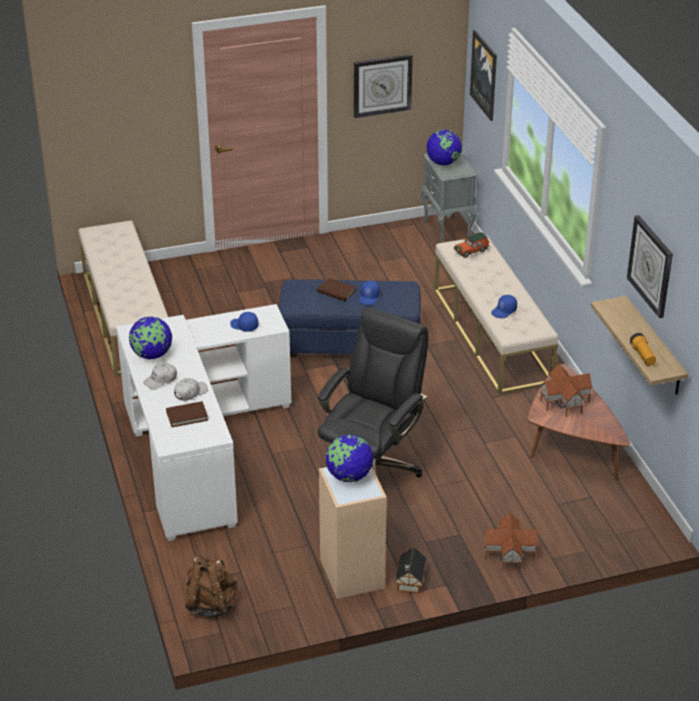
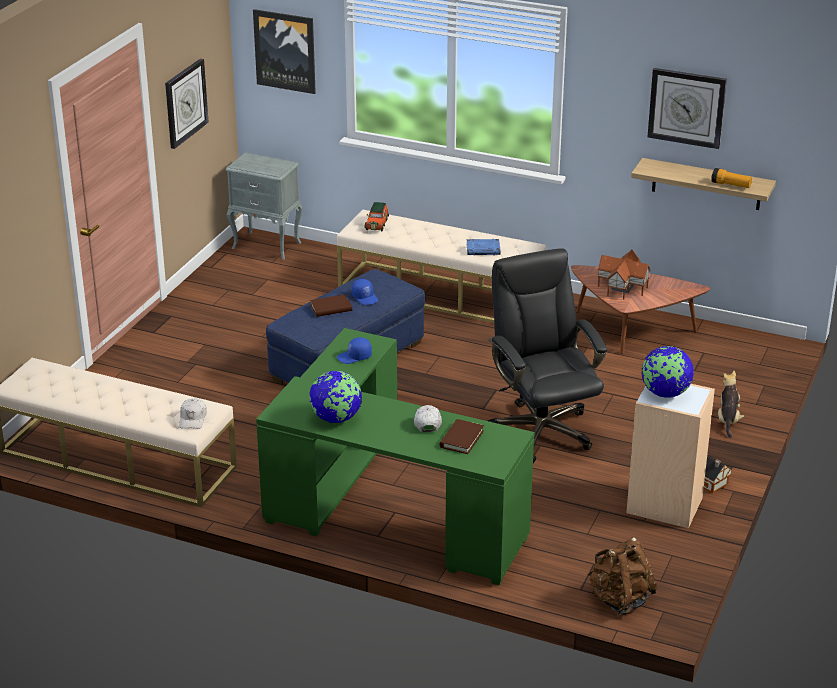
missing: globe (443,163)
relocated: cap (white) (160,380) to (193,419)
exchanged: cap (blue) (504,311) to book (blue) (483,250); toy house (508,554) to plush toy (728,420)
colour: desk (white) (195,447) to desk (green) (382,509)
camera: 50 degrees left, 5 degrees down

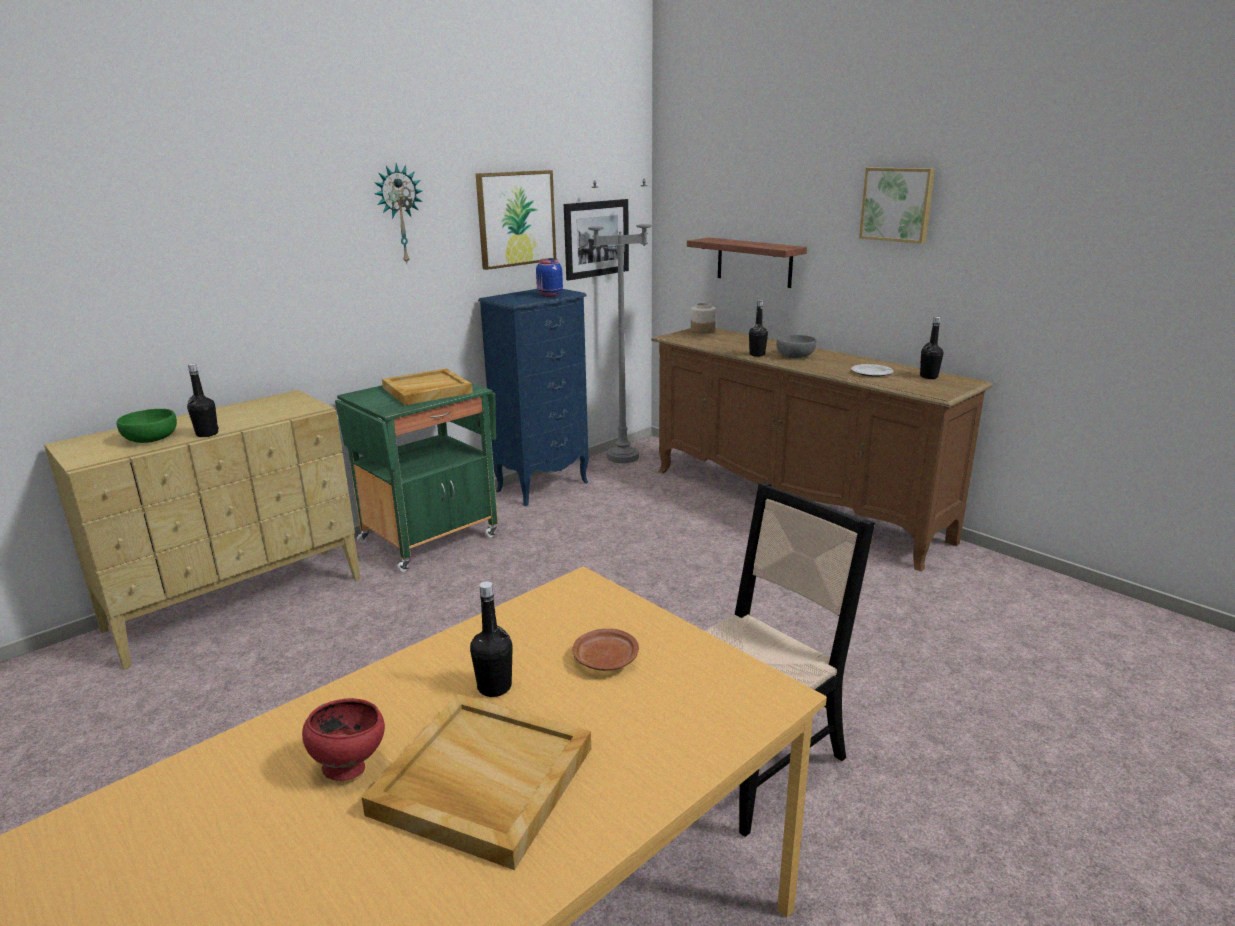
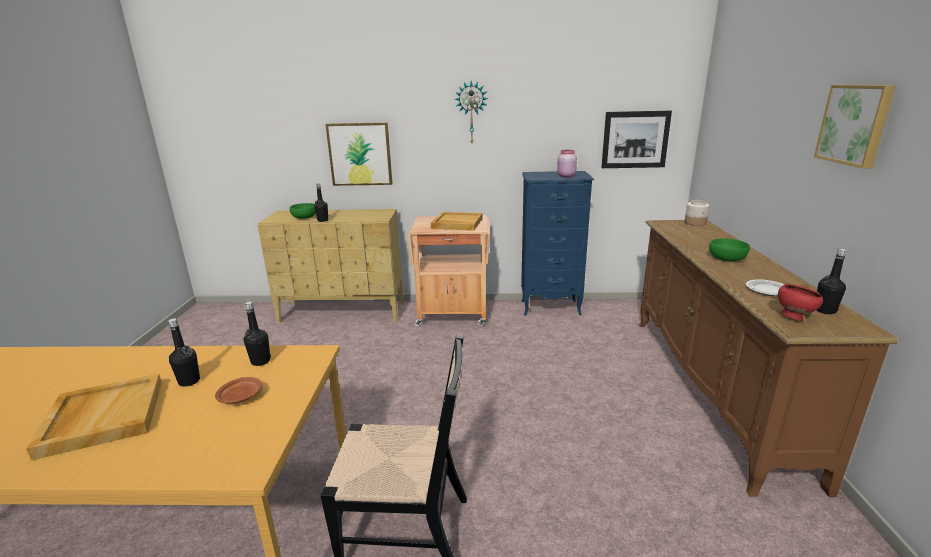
missing: floor lamp (grey) (623,457); shelf (754,262)
relocated: bottle (black) (757,355) to (260,361); picture (516,219) to (360,154); bowl (red) (349,767) to (793,317)
colour: cart (green) (431,538) to cart (brown) (453,314); jar (blue) (549,295) to jar (pink) (565,176); bowl (grey) (796,356) to bowl (green) (727,259)
camera: 45 degrees right, 0 degrees up

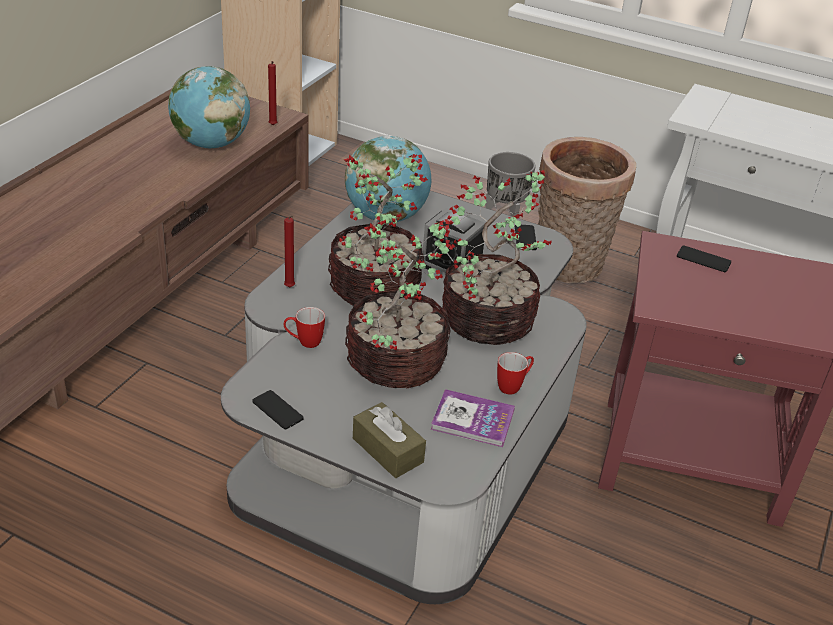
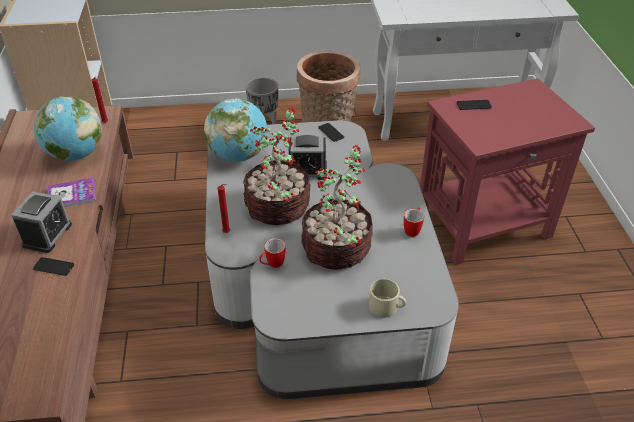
missing: potted plant (489,319)
appeared: alarm clock (47,235)
relocated: phone (277,410) to (54,267); book (472,420) to (72,195)
exchanged: tissue box (brown) (387,450) to mug (beige) (387,307)
camera: 30 degrees left, 5 degrees up

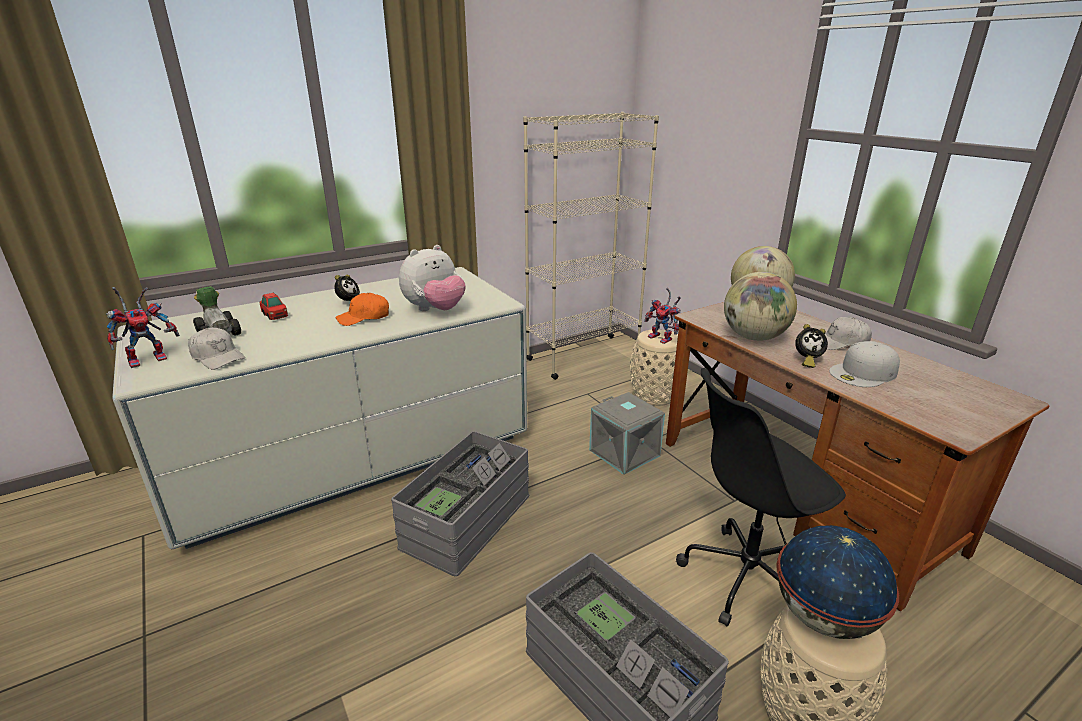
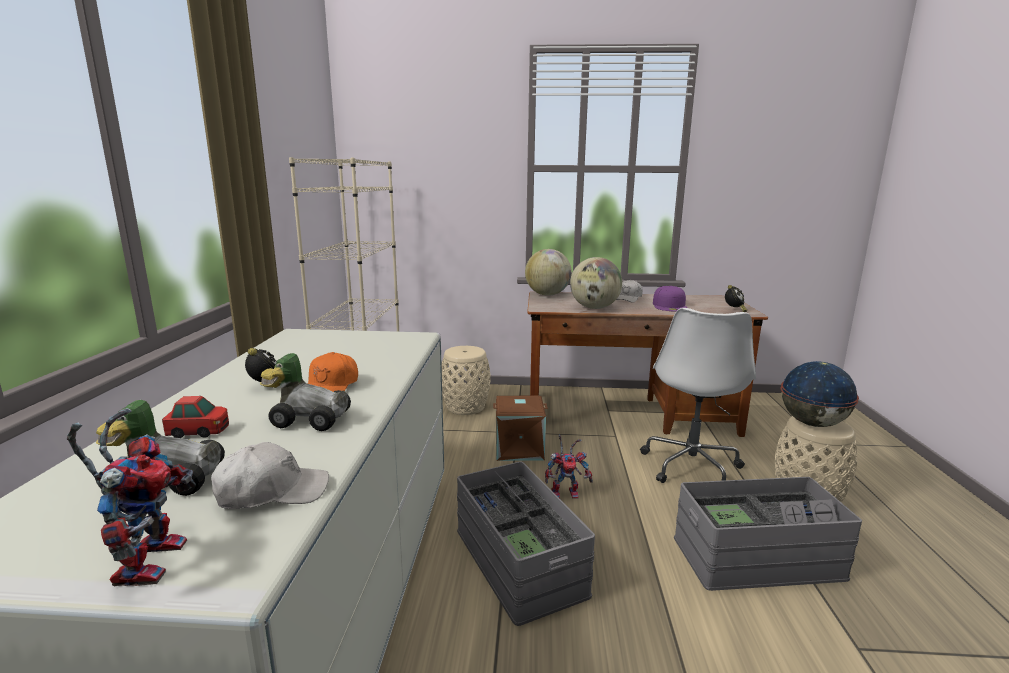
missing: plush toy (435,310)
appeared: toy car (309,418)
relocated: toy robot (662,339) to (566,493); alarm clock (806,361) to (734,310)
colour: storage box (grey) (625,453) to storage box (brown) (519,448); office chair (black) (742,580) to office chair (white) (691,468); cap (white) (863,373) to cap (purple) (670,306)
camera: 55 degrees left, 10 degrees down

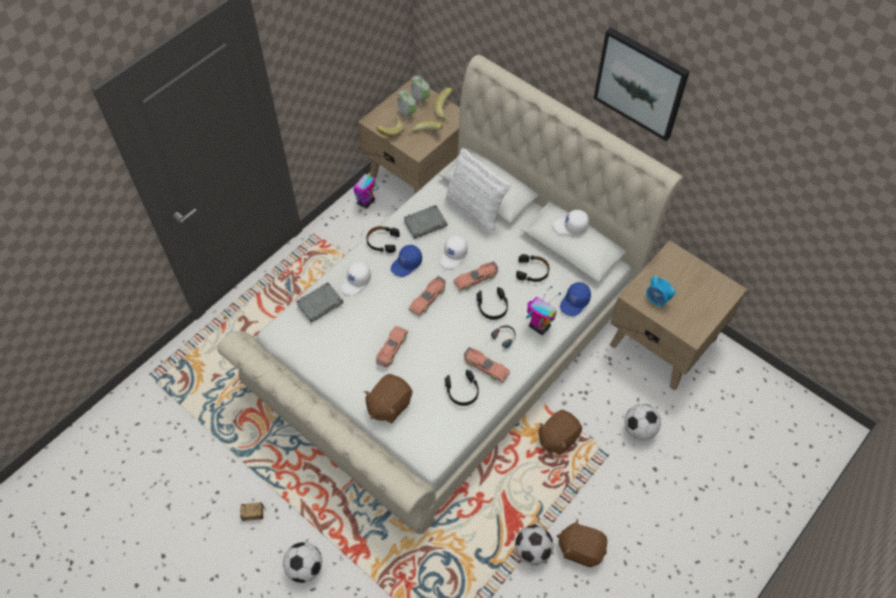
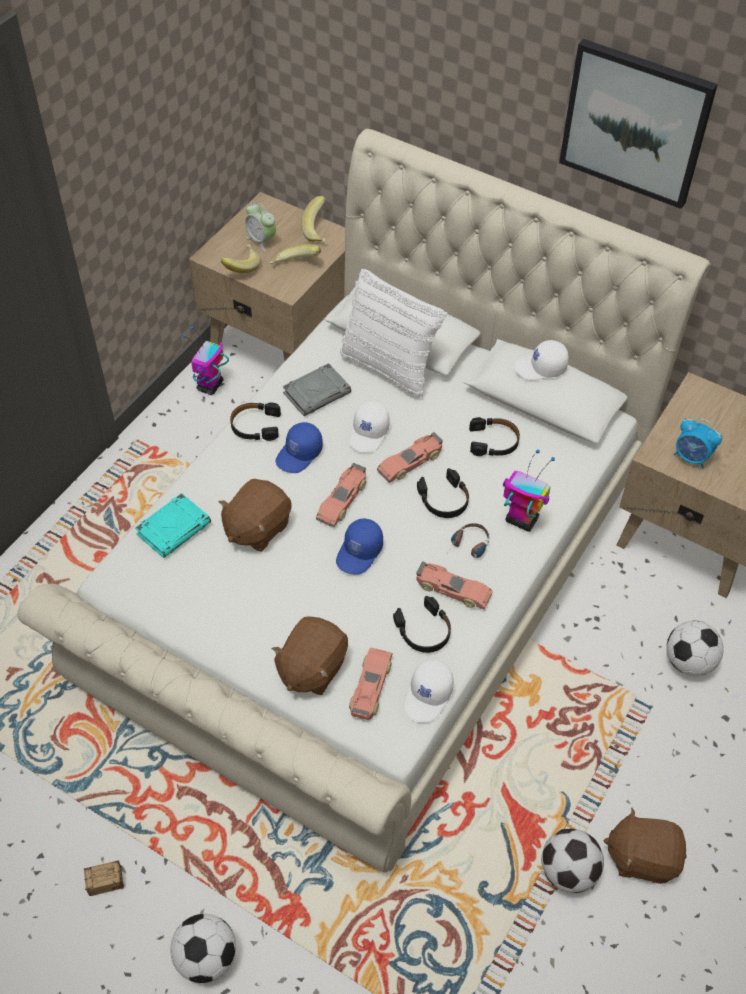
missing: alarm clock (420,99)
relocated: plush toy (brown) (557,438) to (256,528); cap (blue) (575,302) to (360,553); toy car (391,349) to (370,687); cap (white) (356,282) to (428,696)
colour: book (grey) (320,304) to book (turquoise) (174,528)
camera: 10 degrees left, 5 degrees down

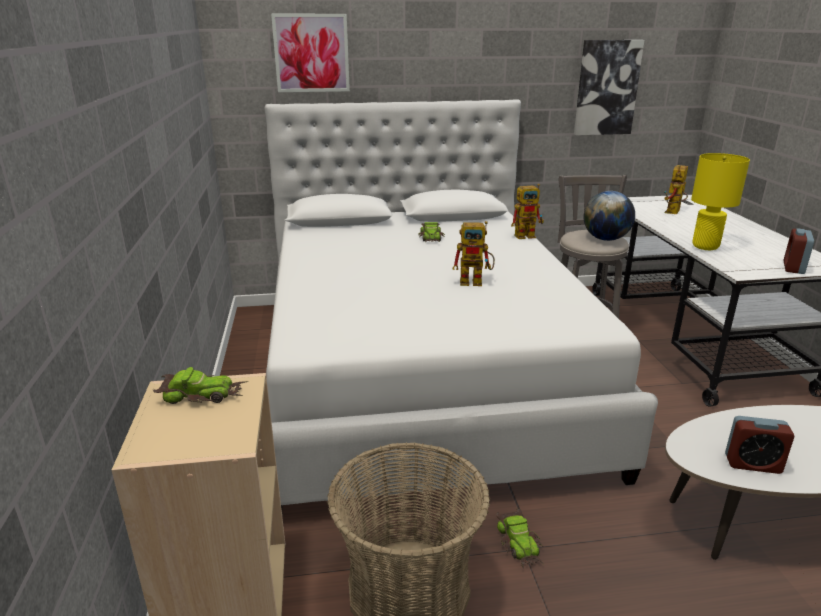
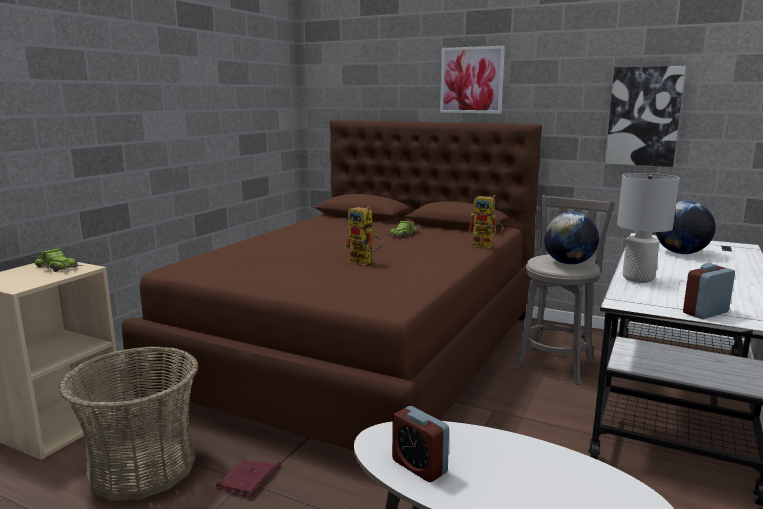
relocated: picture (311,53) to (471,80)
exchanged: toy car (519,543) to book (red) (250,477); toy robot (673,213) to globe (681,253)
colour: bed (white) (421,374) to bed (brown) (361,352); table lamp (yellow) (705,248) to table lamp (grey) (638,280)
camera: 35 degrees right, 10 degrees down

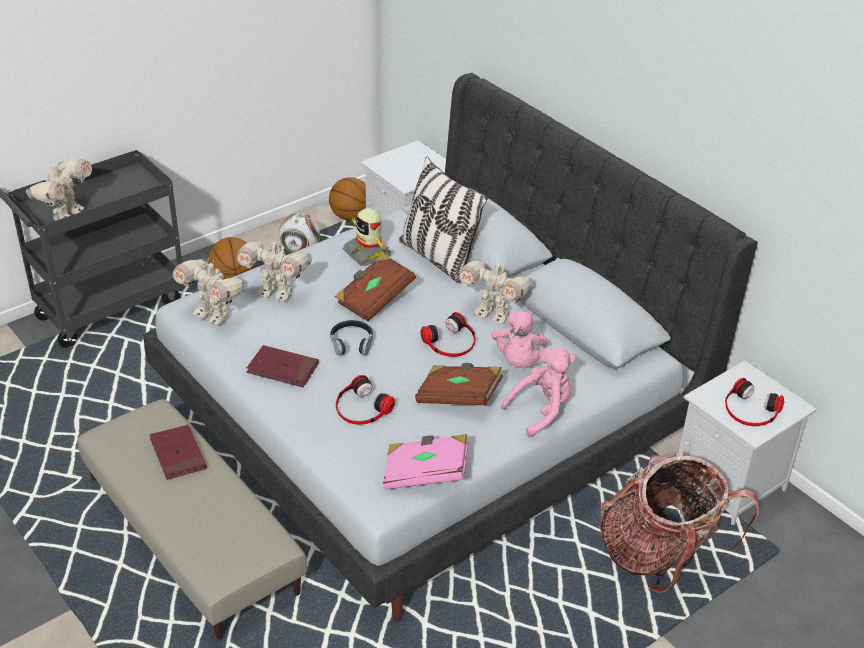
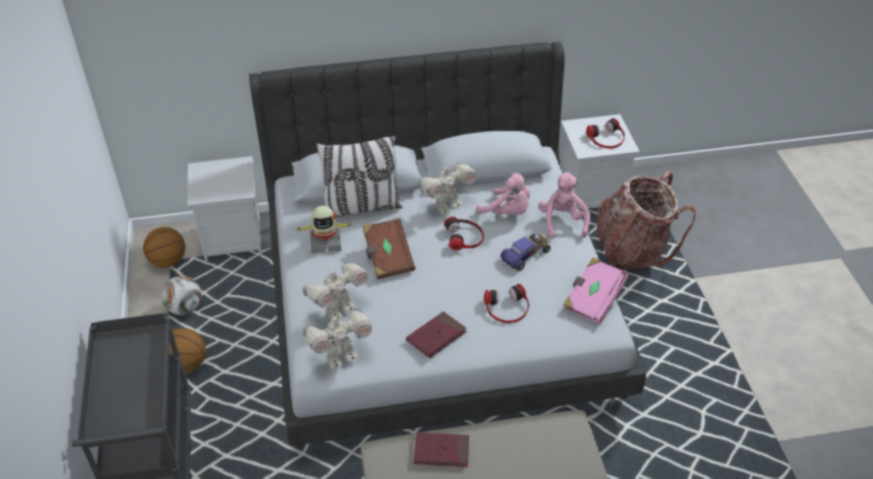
missing: toy robot (66,215); headphones (black) (351,343)
exchanged: book (brown) (458,397) to toy car (525,255)
camera: 60 degrees left, 5 degrees up

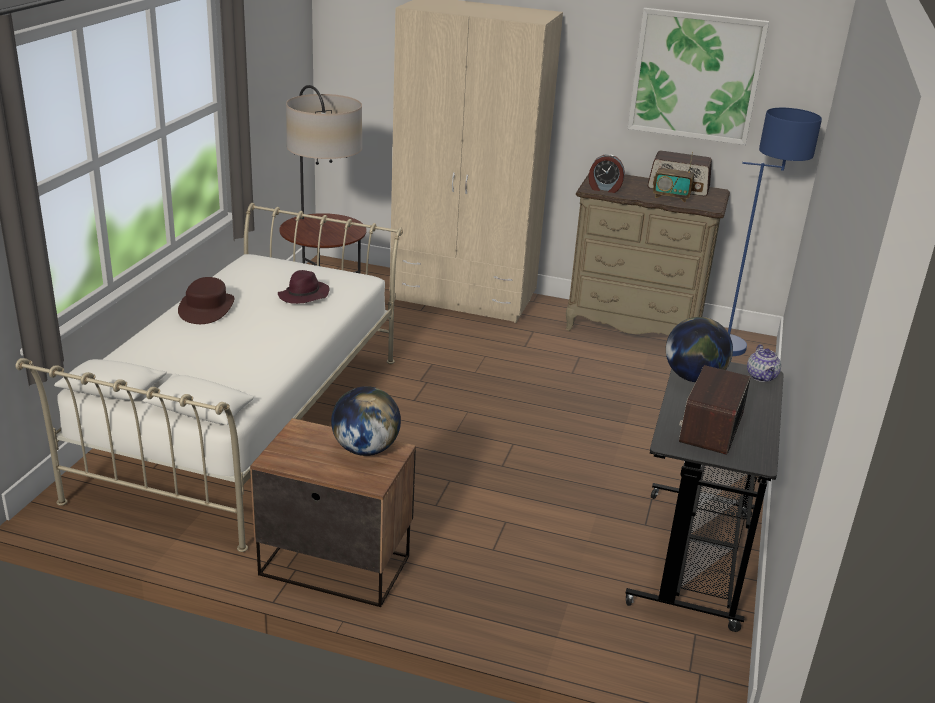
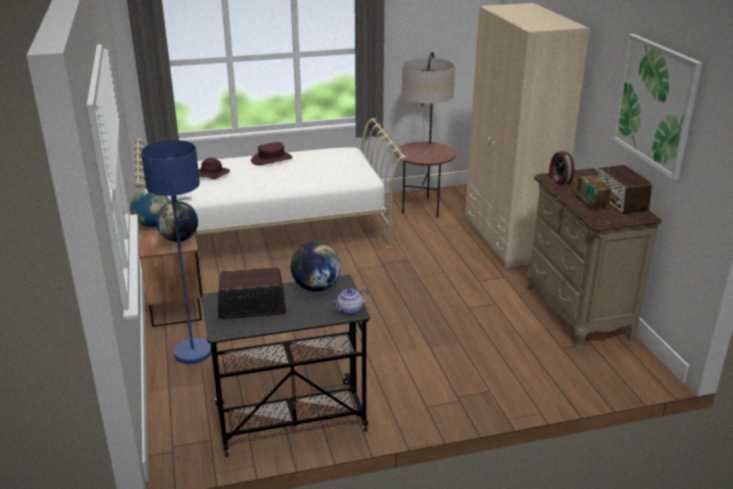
appeared: globe (153,225)
relocated: floor lamp (blue) (738,348) to (195,359); hat (purple) (303,296) to (211,174)
camera: 60 degrees right, 0 degrees up

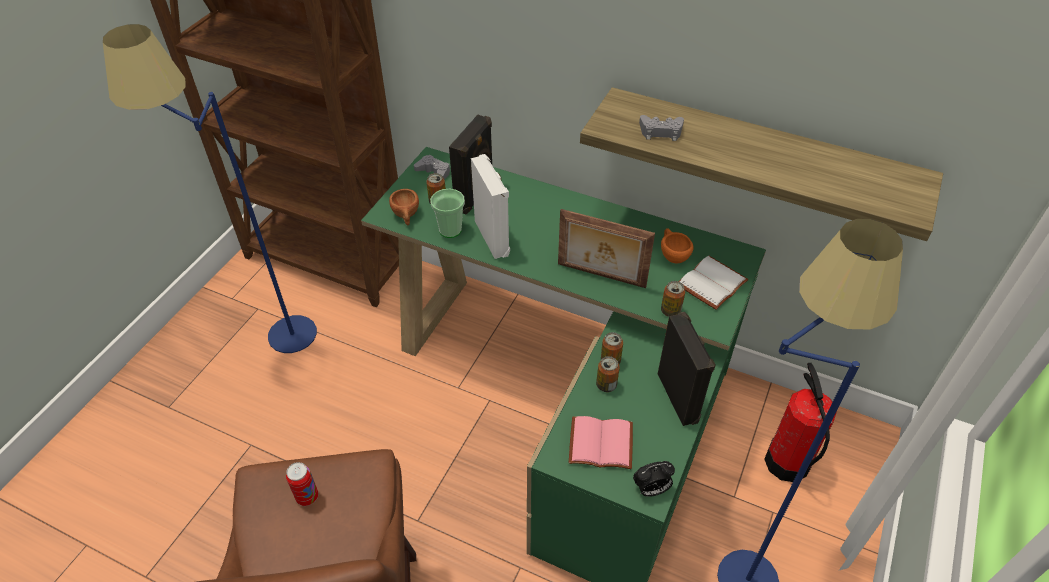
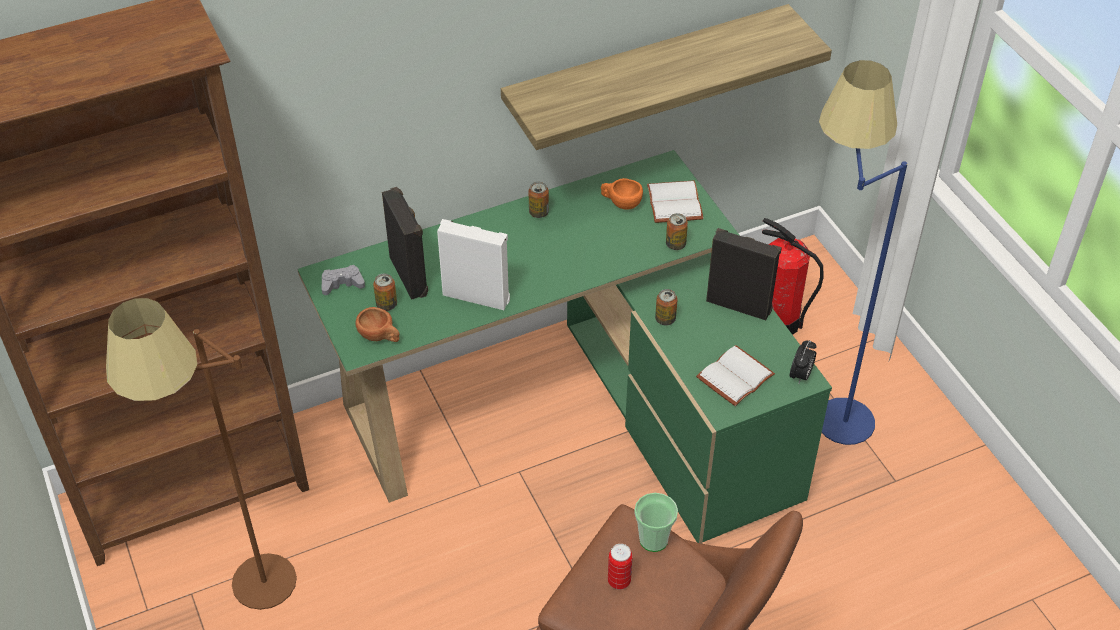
missing: picture frame (601,276); game controller (grey) (661,131)
relocated: can (606,385) to (538,212); cup (450,230) to (653,540)
colour: floor lamp (blue) (269,339) to floor lamp (brown) (249,605); book (pink) (602,442) to book (white) (734,375)
camera: 50 degrees left, 0 degrees up

